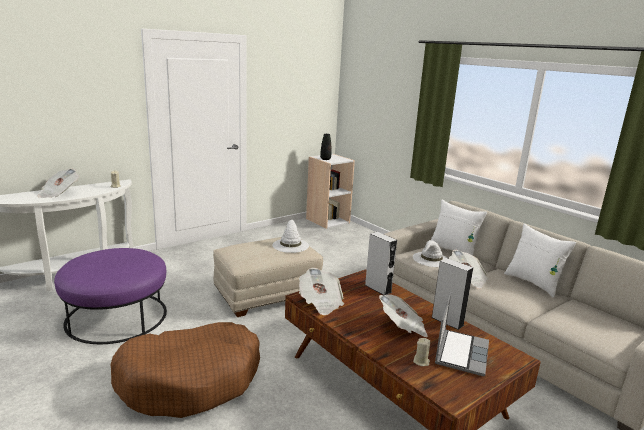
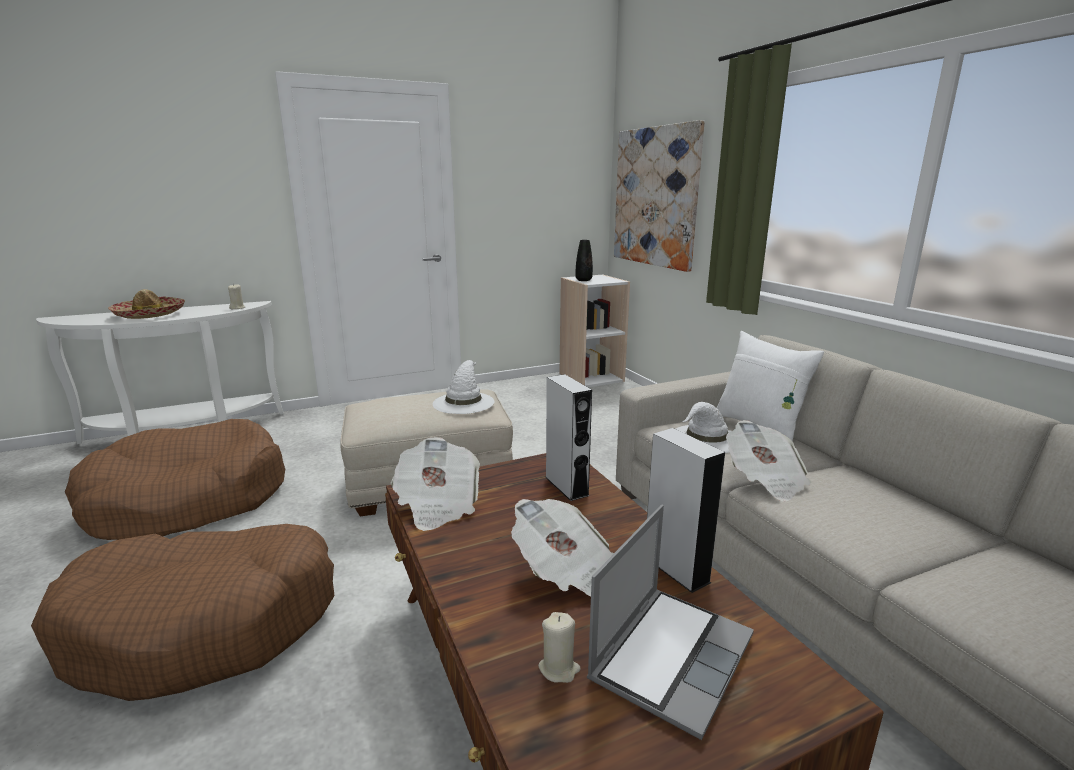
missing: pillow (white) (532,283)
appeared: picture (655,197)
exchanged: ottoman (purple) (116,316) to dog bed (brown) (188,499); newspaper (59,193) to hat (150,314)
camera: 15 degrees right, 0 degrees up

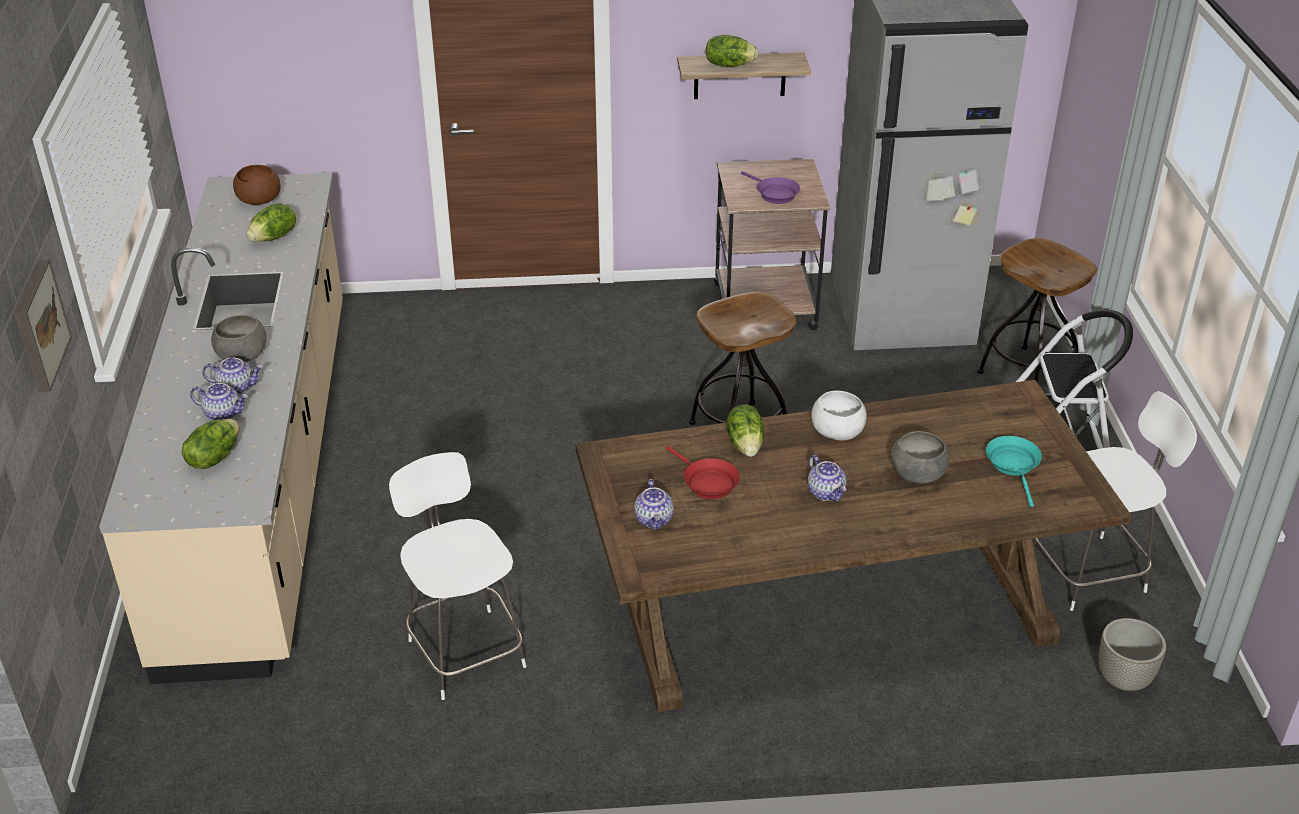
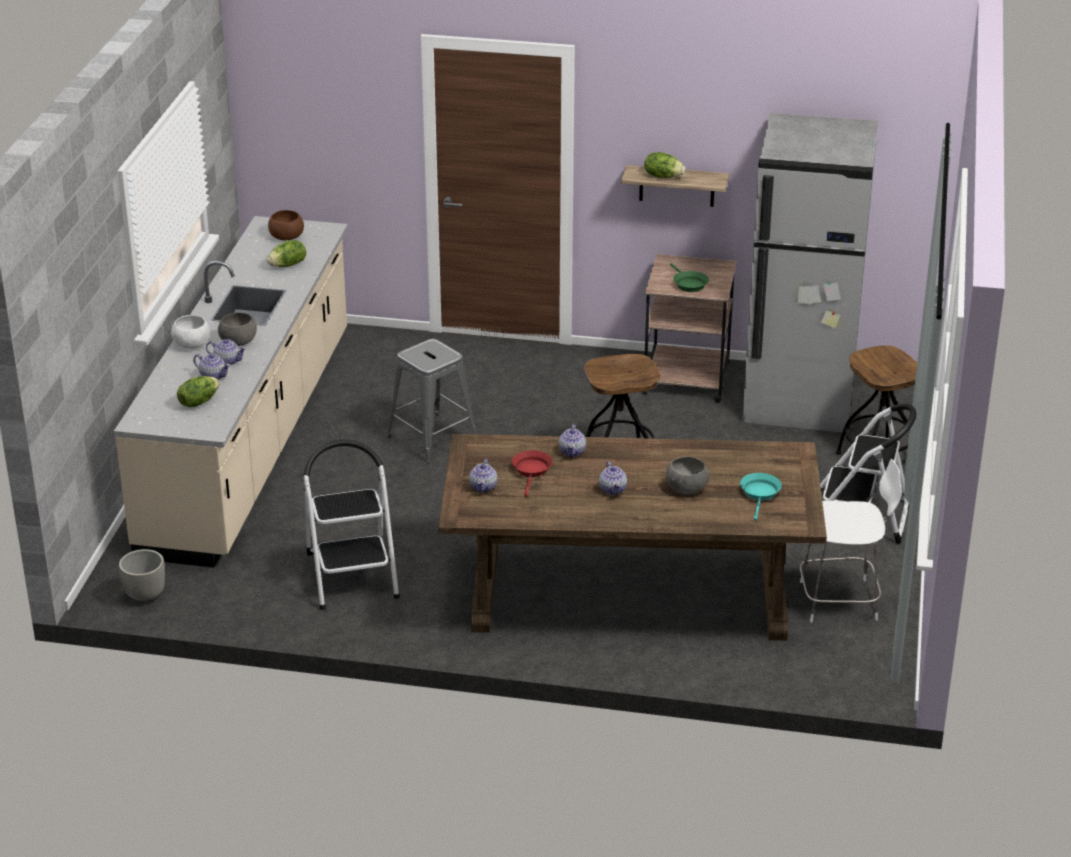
missing: picture (37,325)
appeared: stool (grey) (433,438)
relocated: planter (grey) (1123,679) to (146,595); bowl (white) (838,431) to (192,344)
exchanged: chair (white) (465,650) to step ladder (352,573); lettuce (746,444) to teapot (572,452)
colour: frying pan (purple) (774,194) to frying pan (green) (688,284)
spun: frying pan (red) (707,482) = (532,471) 150 degrees counterclockwise
camera: 15 degrees right, 5 degrees down

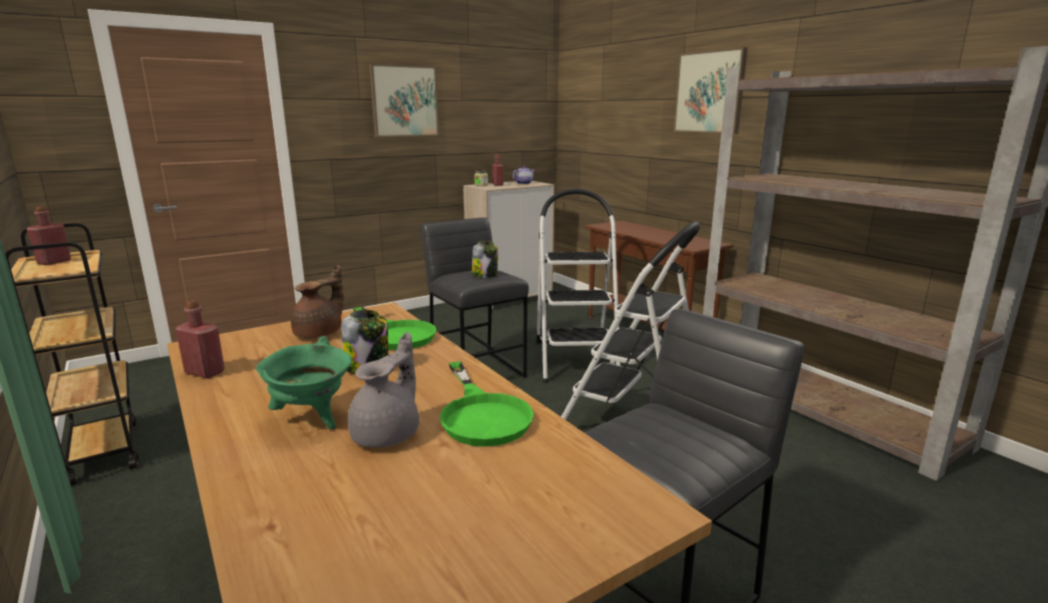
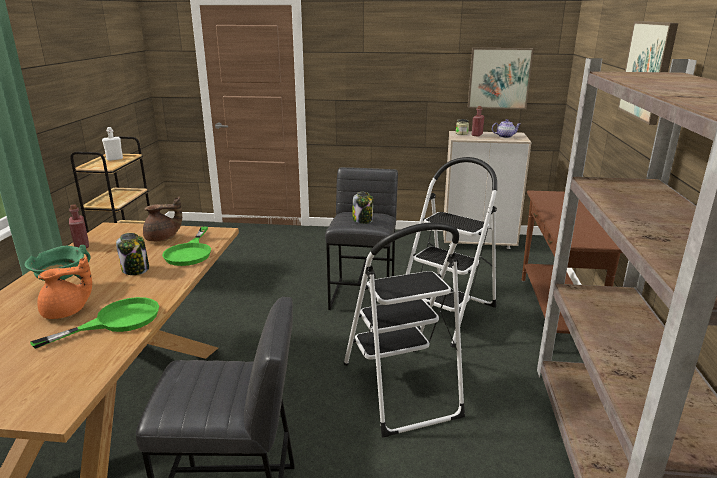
relocated: picture (404,101) to (499,78)
colour: teapot (grey) (388,434) to teapot (orange) (66,312); bottle (red) (54,262) to bottle (white) (114,159)
spun: frying pan (green) (482,414) = (116,321) 150 degrees counterclockwise
camera: 40 degrees right, 5 degrees up

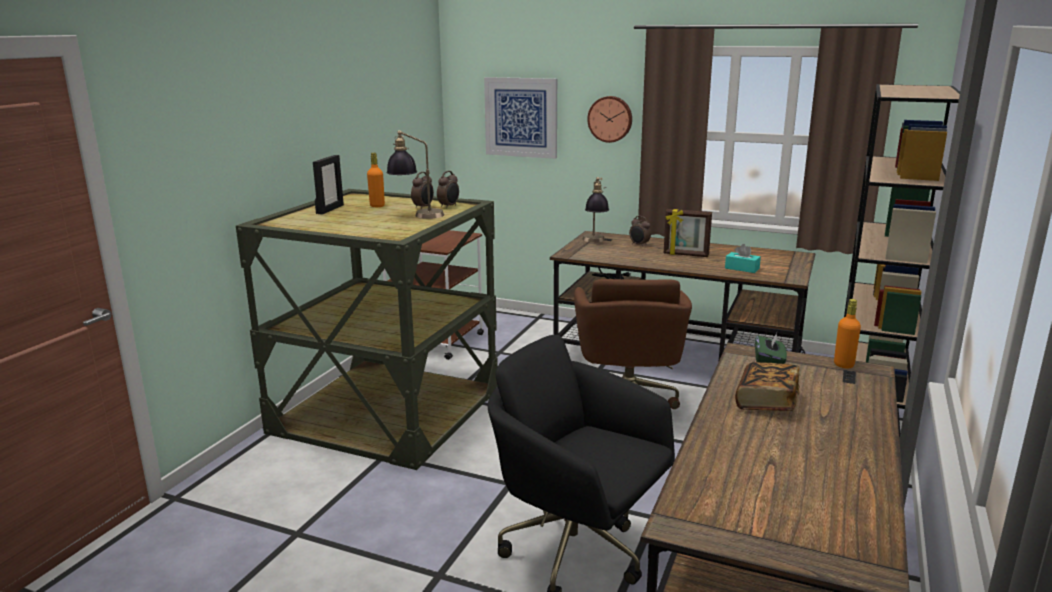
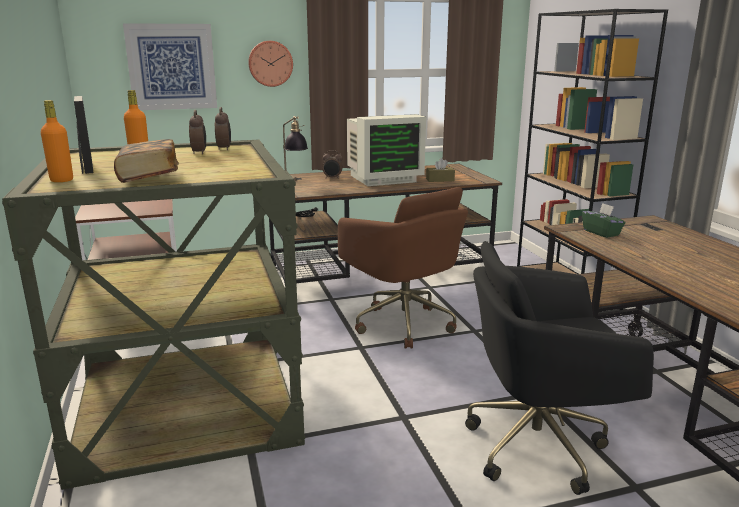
missing: table lamp (417,216)
relocated: bottle (orange) (843,364) to (61,180); book (766,402) to (149,177)
exchanged: picture frame (685,255) to monitor (382,178)
colour: tissue box (turquoise) (742,268) to tissue box (brown) (440,180)
camera: 40 degrees left, 0 degrees up

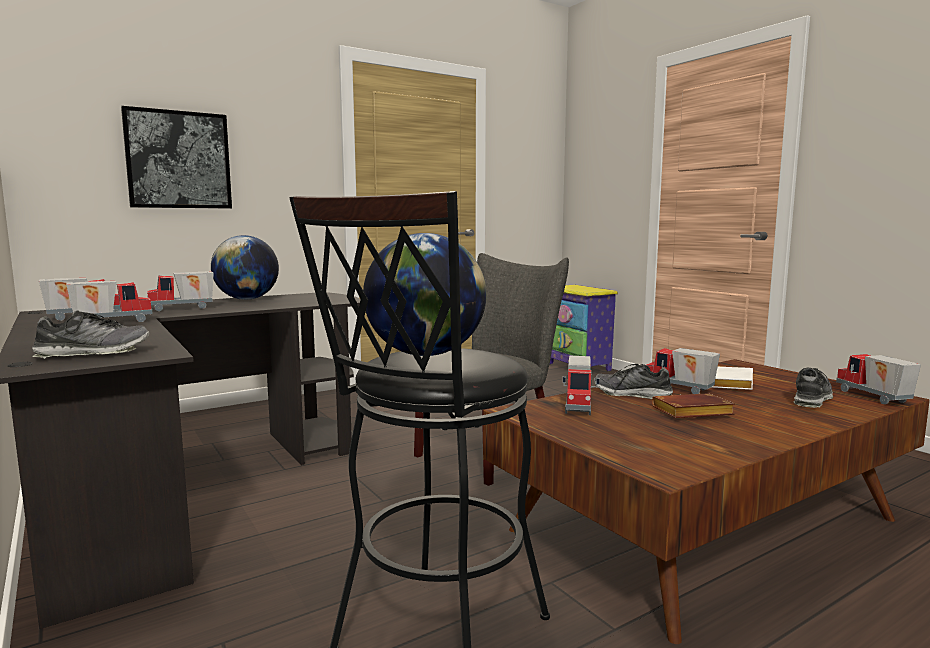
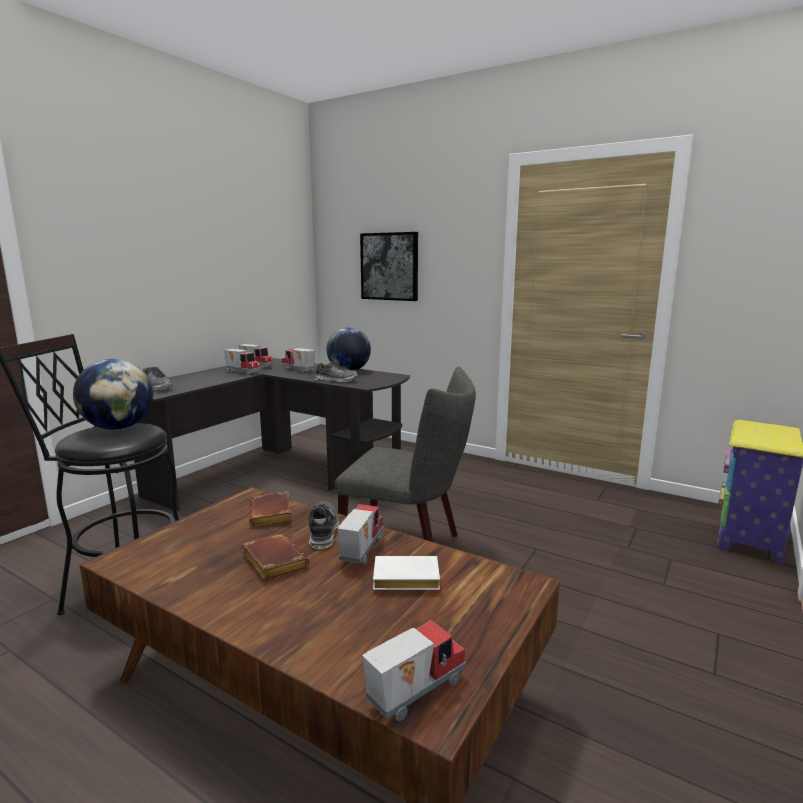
relocated: shoe (811,399) to (336,380)
exchanged: toy truck (580,406) to book (brown) (272,515)
camera: 65 degrees right, 5 degrees up

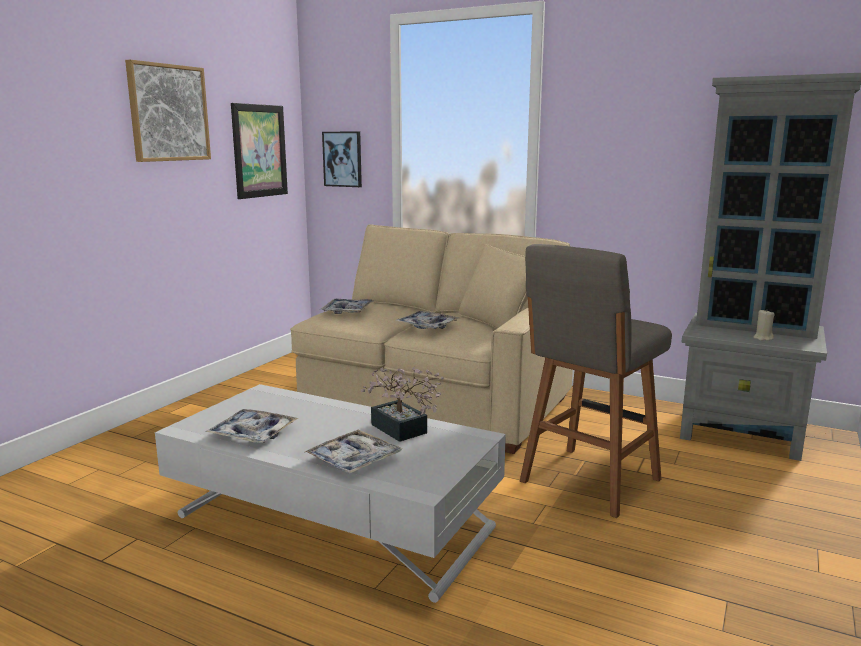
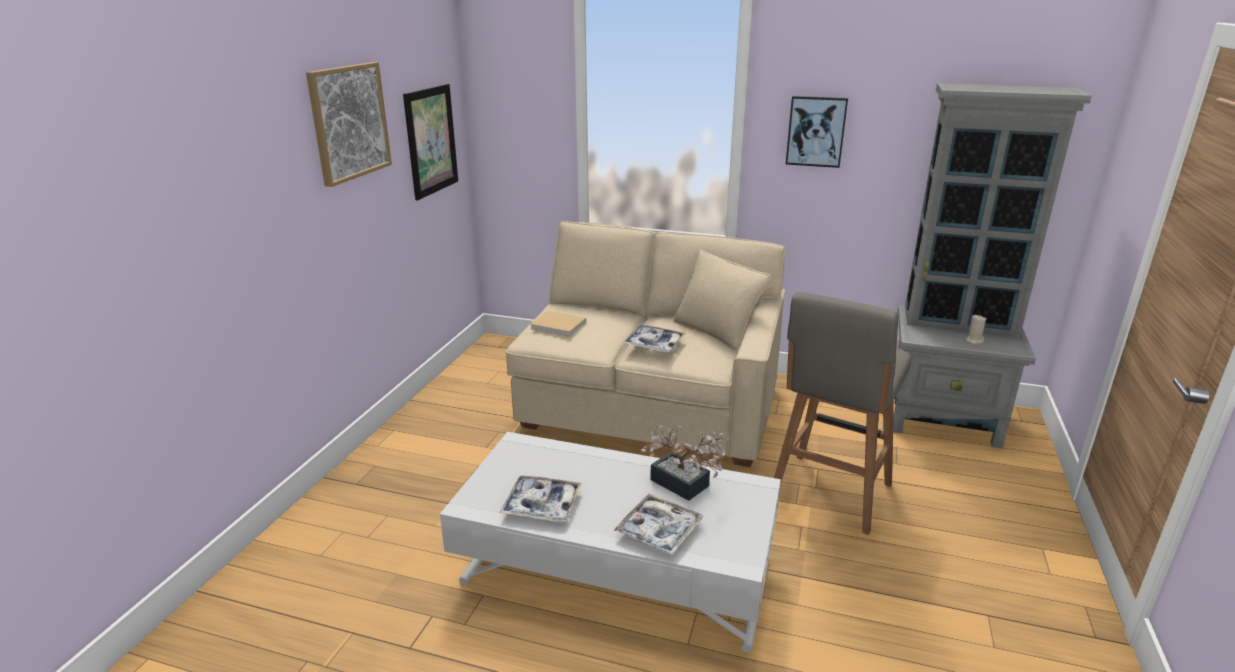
relocated: picture (343,159) to (816,131)
exchanged: tray (347,311) to book (beige) (559,326)
camera: 10 degrees left, 10 degrees up

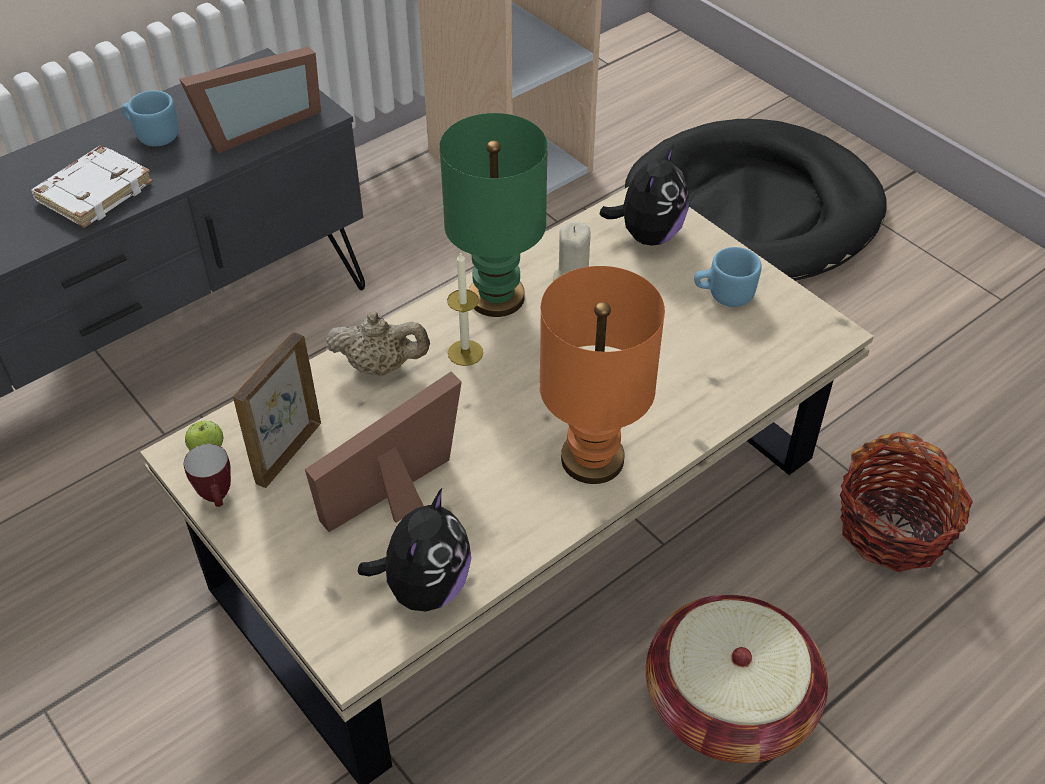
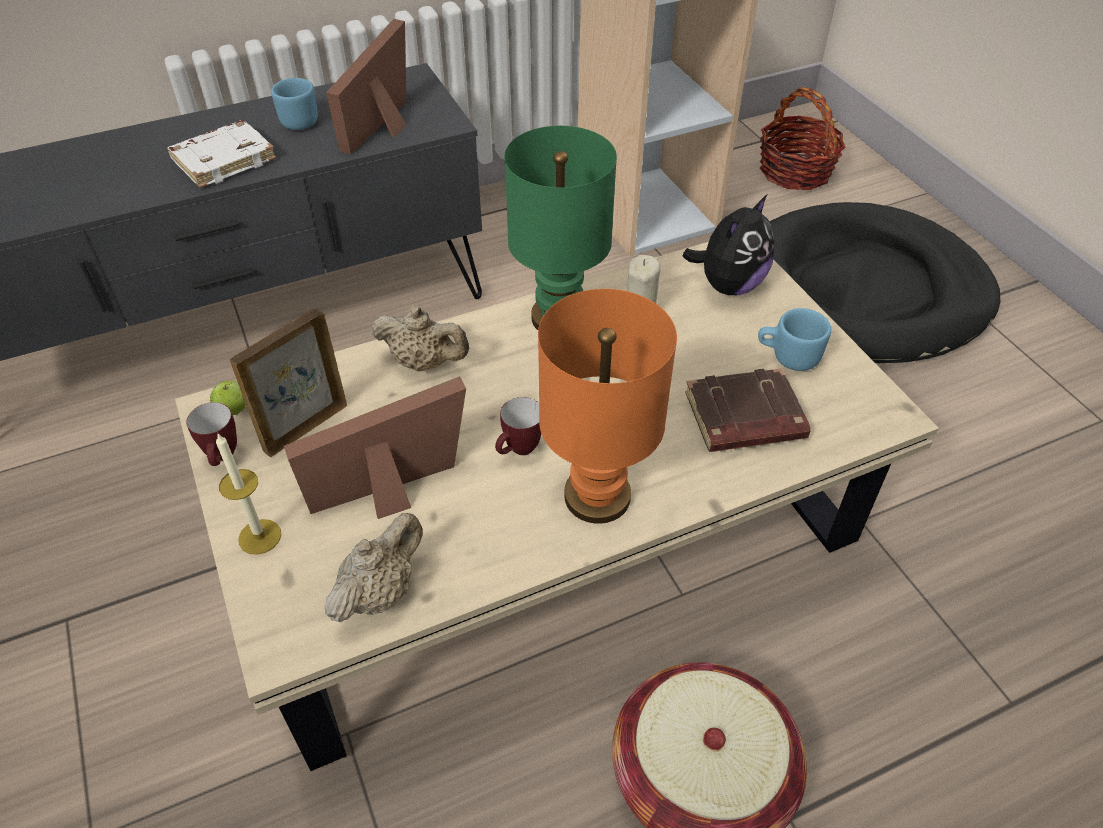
appeared: mug (519,451); book (brown) (744,419)
relocated: candle (465,353) to (260,536); basket (893,528) to (795,171)
exchanged: plush toy (425,587) to teapot (beige) (380,592)
spun: picture frame (255,125) = (387,125) 135 degrees clockwise
camera: 15 degrees right, 0 degrees up

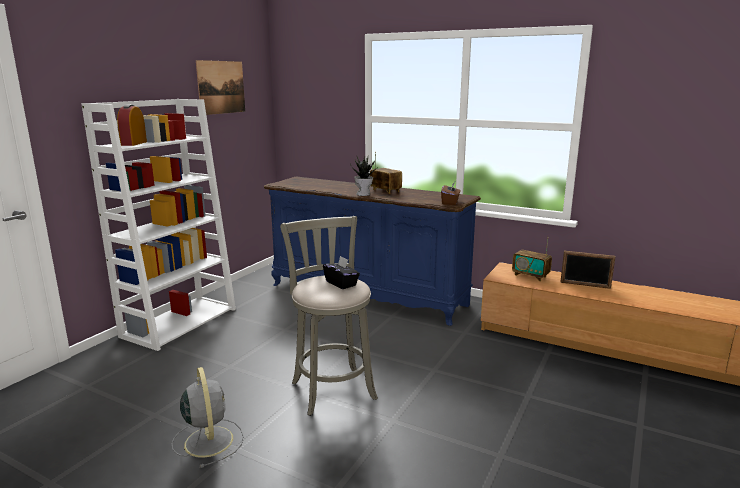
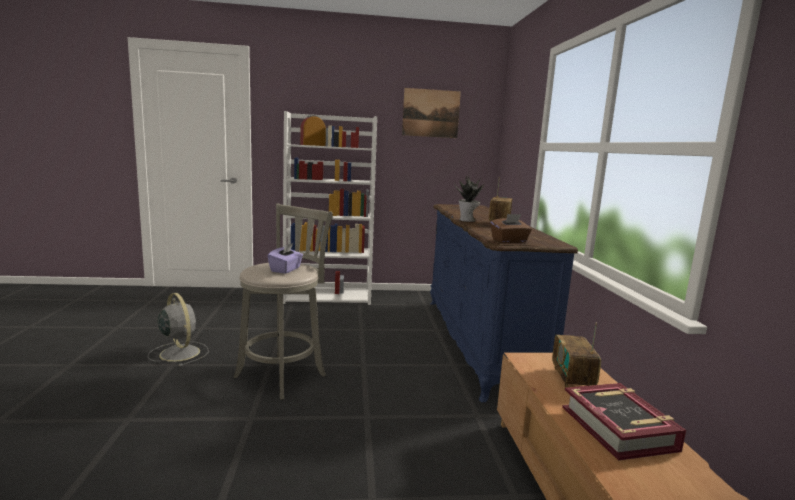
exchanged: picture frame (585,285) to book (618,428)
colour: tissue box (black) (341,283) to tissue box (purple) (286,269)
spun: fan (grey) (208,440) = (179,352) 75 degrees counterclockwise
camera: 55 degrees right, 5 degrees down

